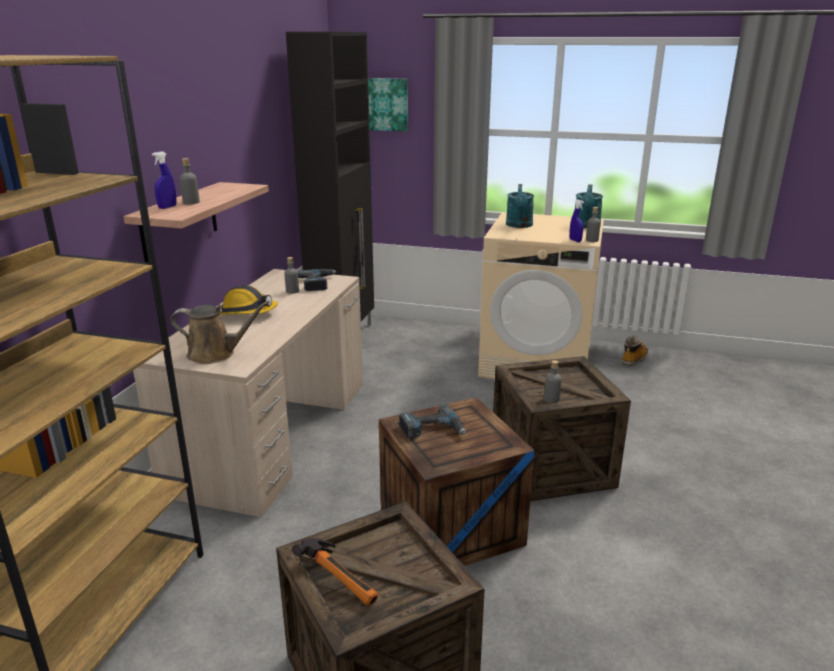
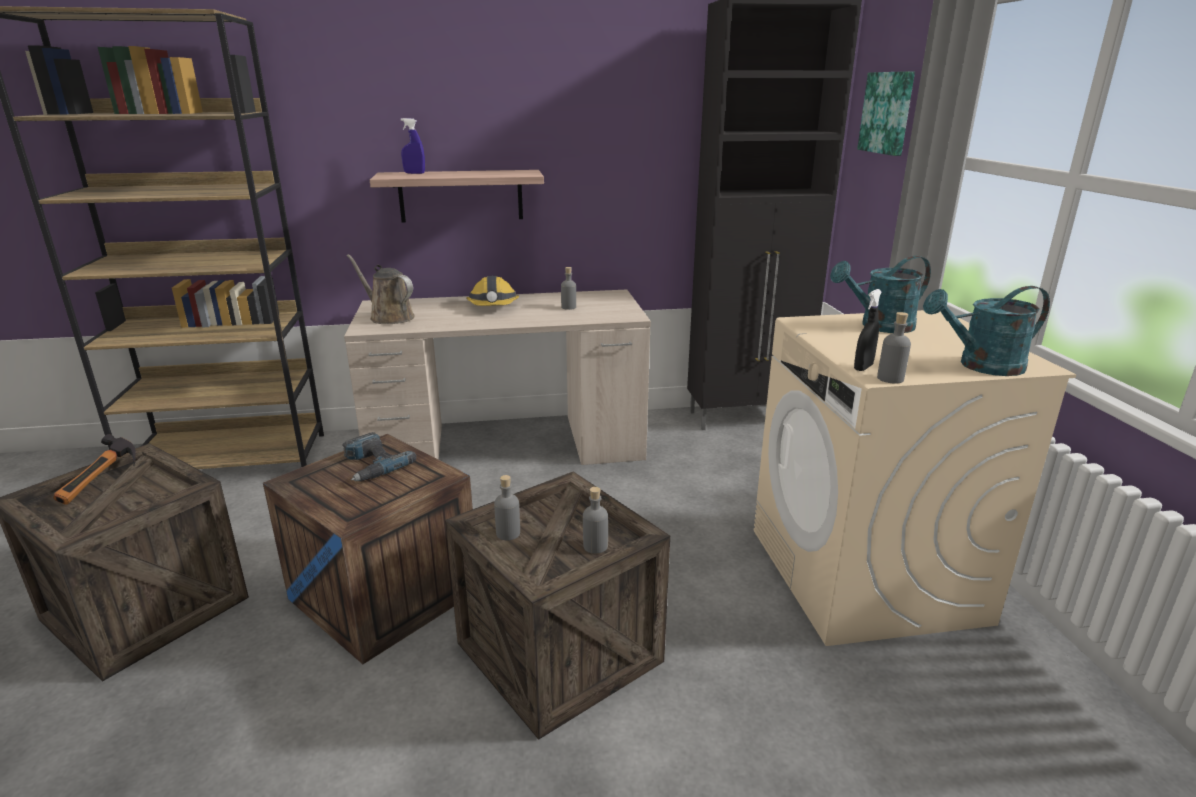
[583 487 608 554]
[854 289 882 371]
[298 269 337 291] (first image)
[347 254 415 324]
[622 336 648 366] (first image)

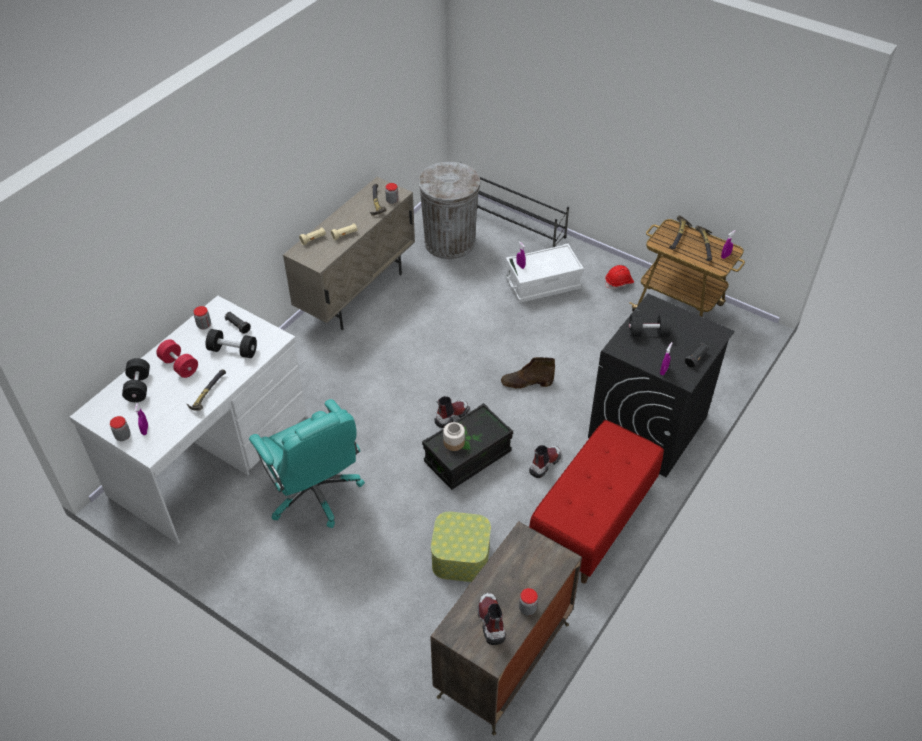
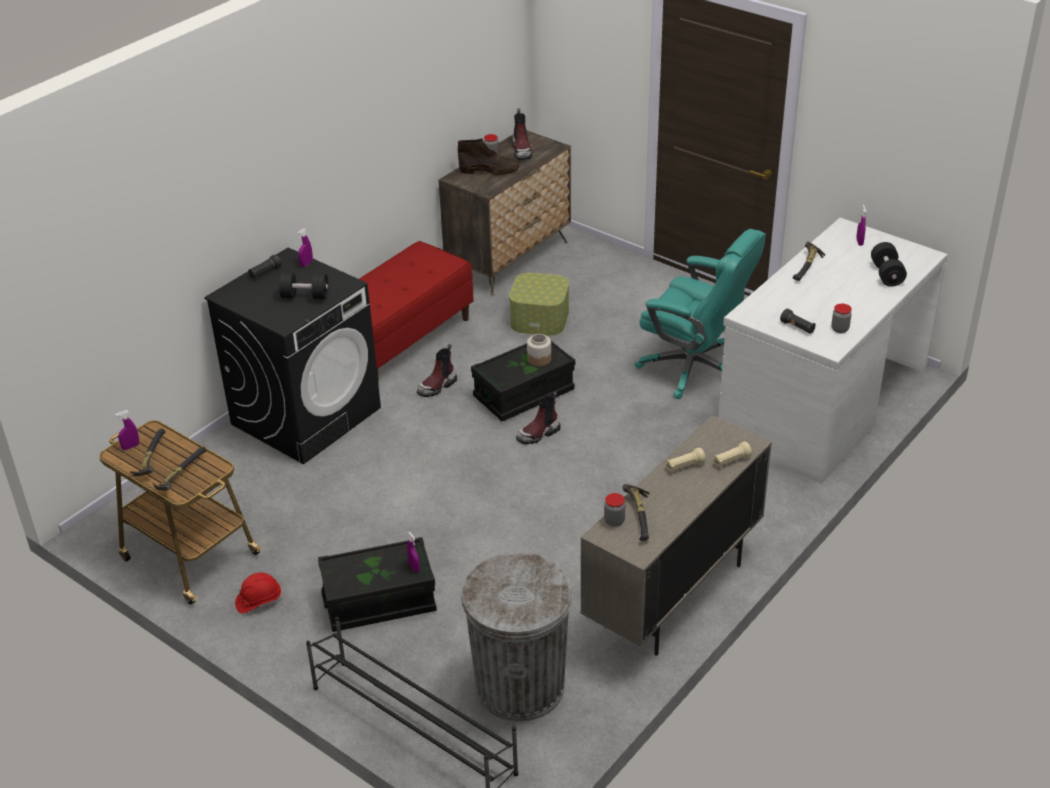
[318 537 437 632]
[206 329 257 358] (first image)
[156 339 198 378] (first image)
[458 138 519 175]
[635 229 766 399]
[110 416 131 441] (first image)

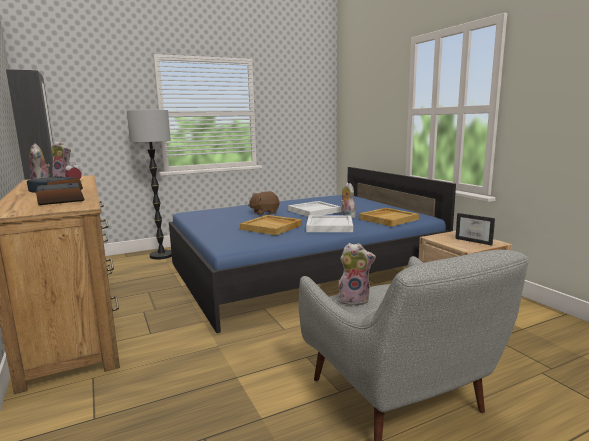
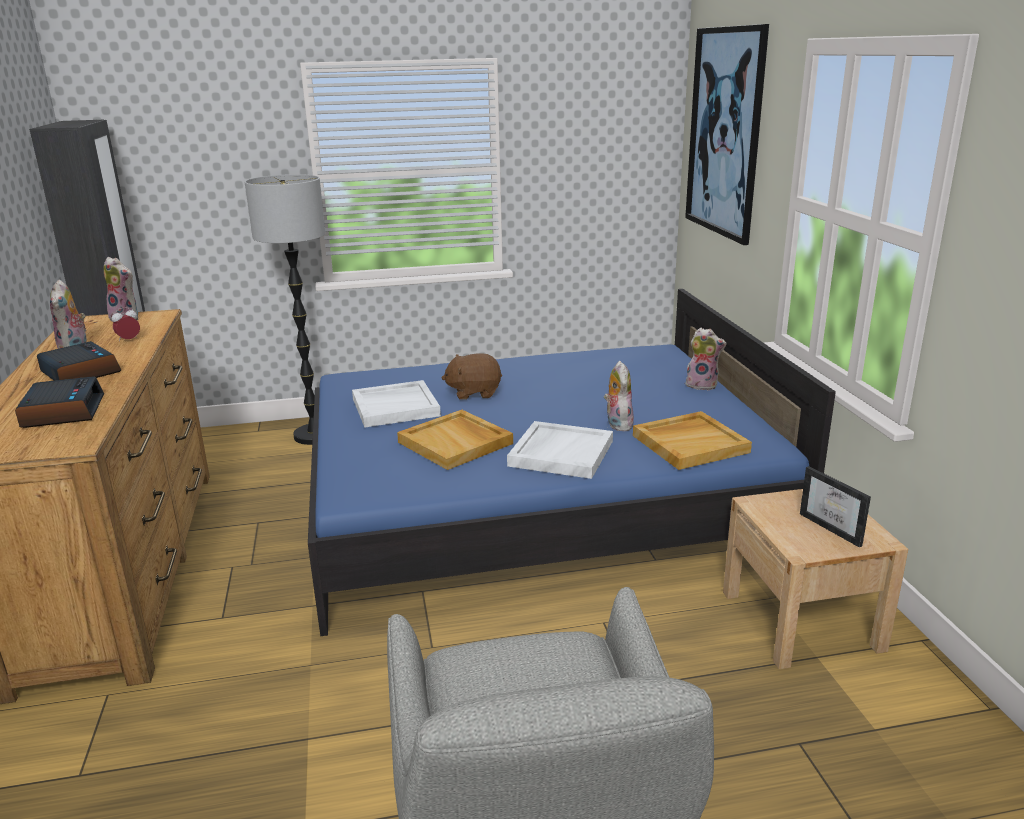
[352 380 441 428]
[685 328 726 390]
[685 24 769 245]

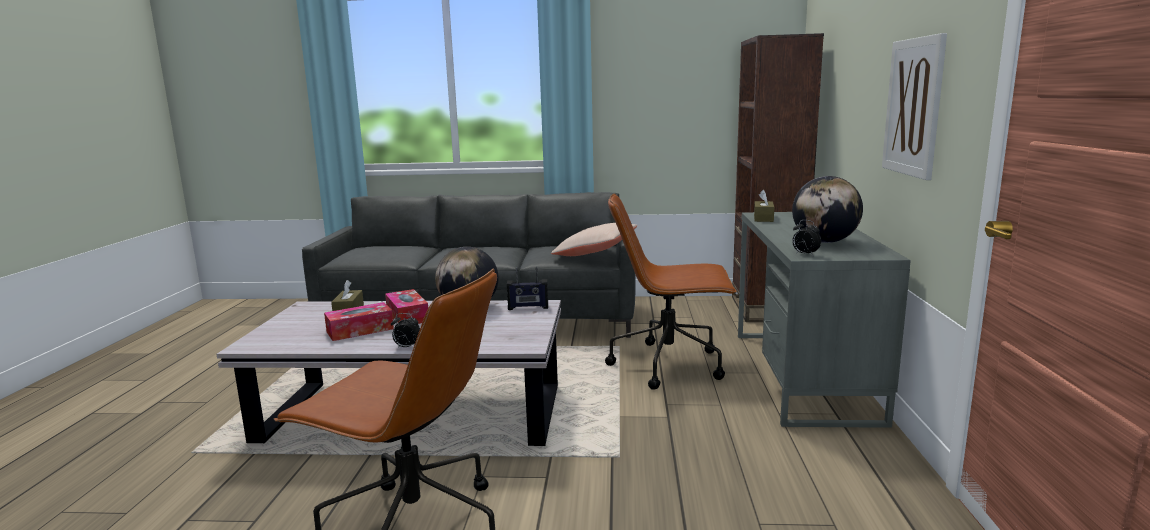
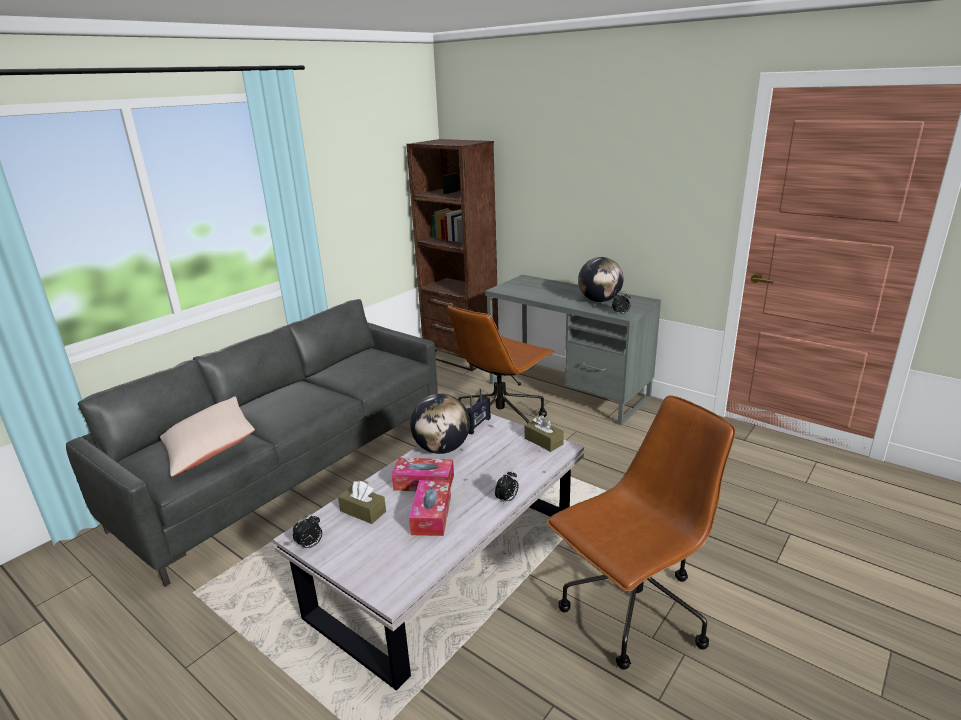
[882 33 947 180] (first image)
[525 415 564 452]
[160 396 255 477]
[293 514 322 550]

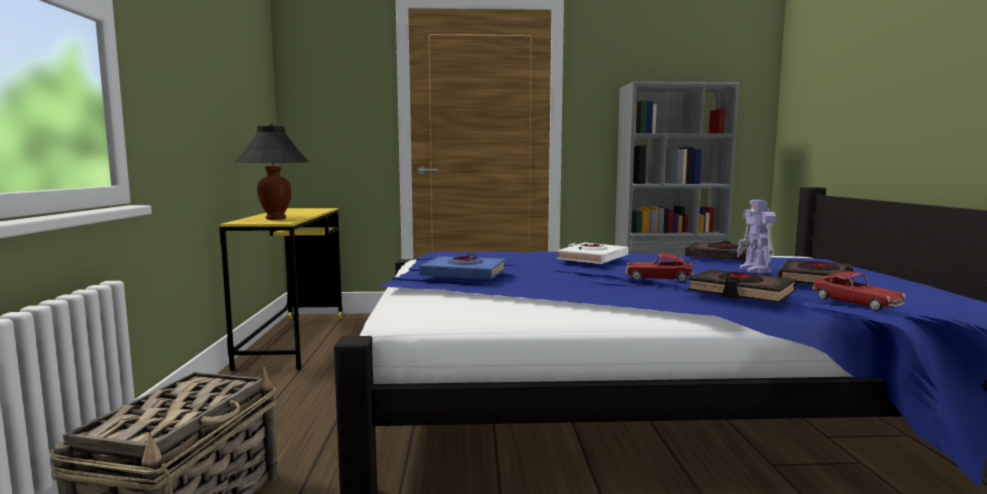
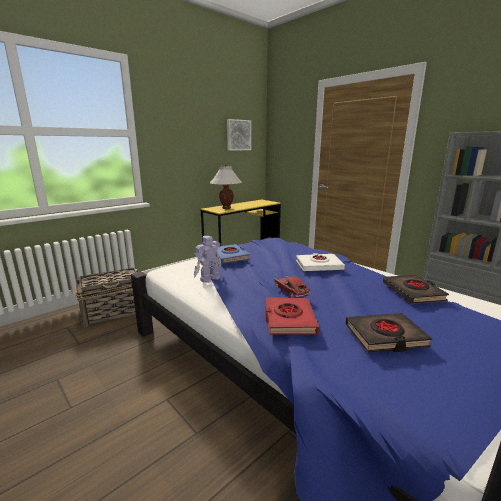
[210 164 242 209]
[194 236 222 283]
[266 298 319 335]
[812 272 906 311] (first image)
[227 119 251 151]

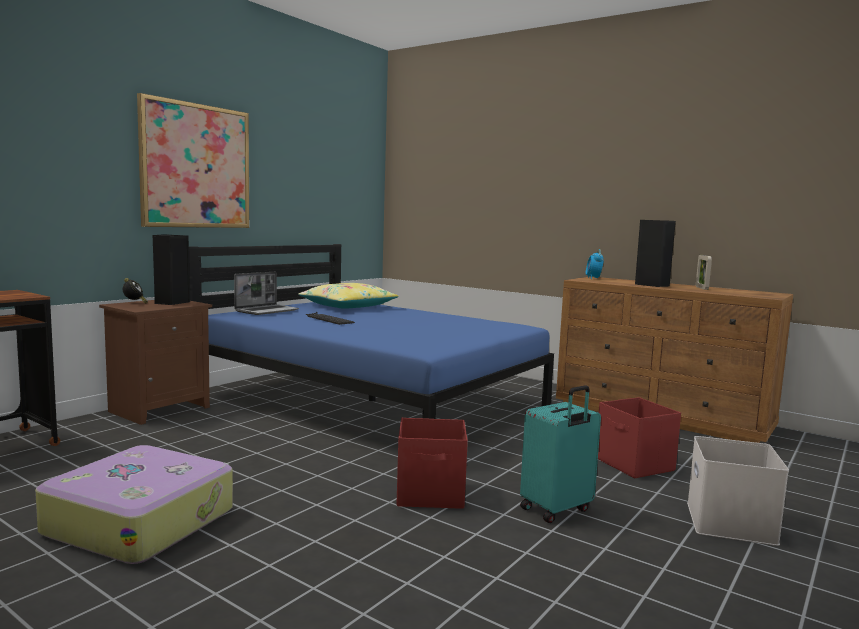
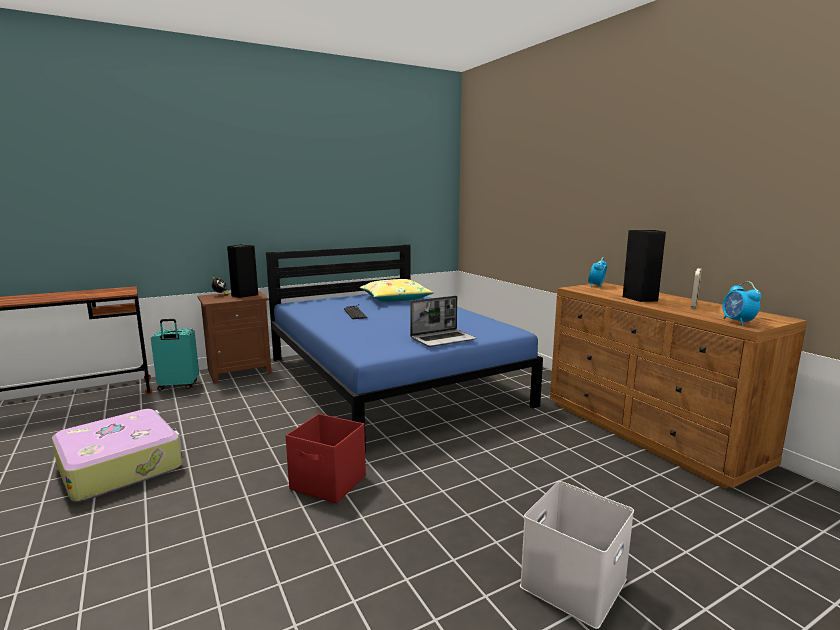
[137 93 249 228] (first image)
[410 296 476 347]
[151 319 199 391]
[598 397 681 478] (first image)
[722 281 761 325]

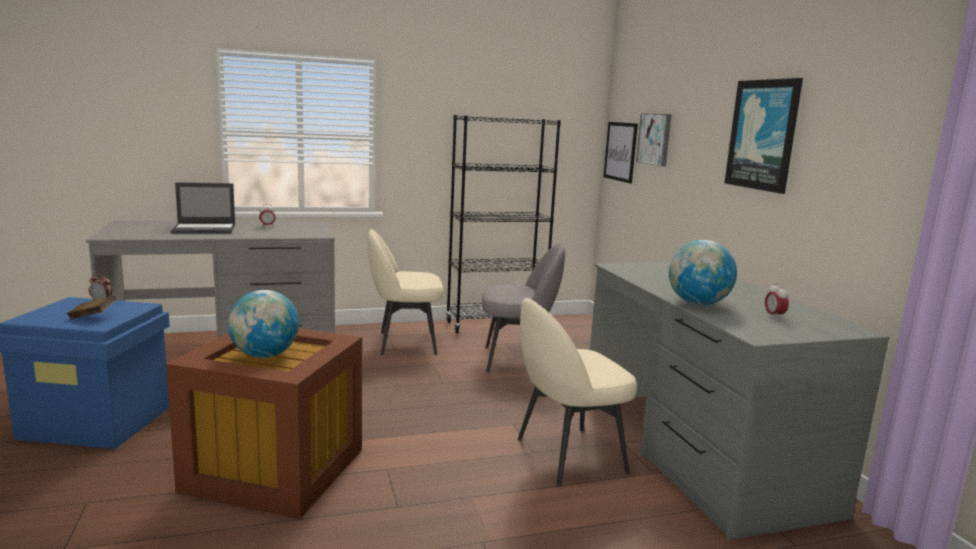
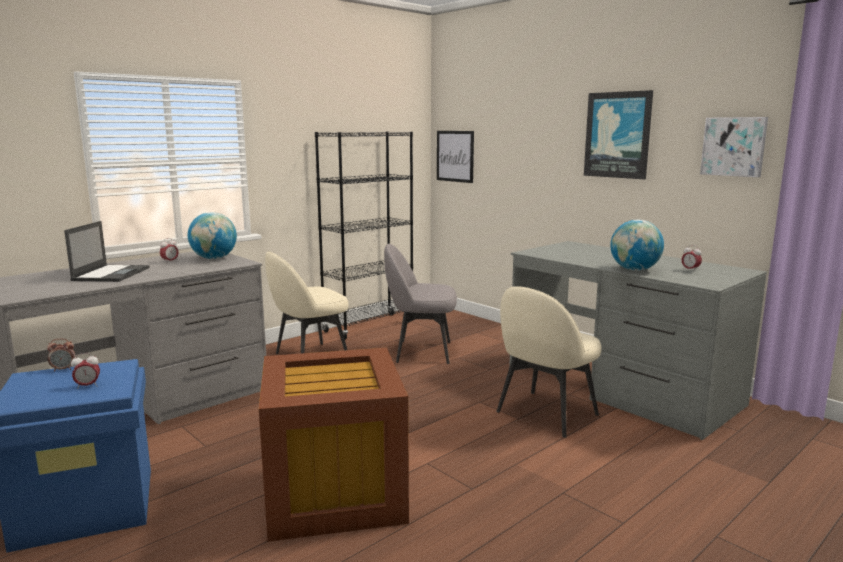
[700 117 768 177]
[64 221 149 282]
[384 244 457 364]
[188 212 237 259]
[71 353 100 389]

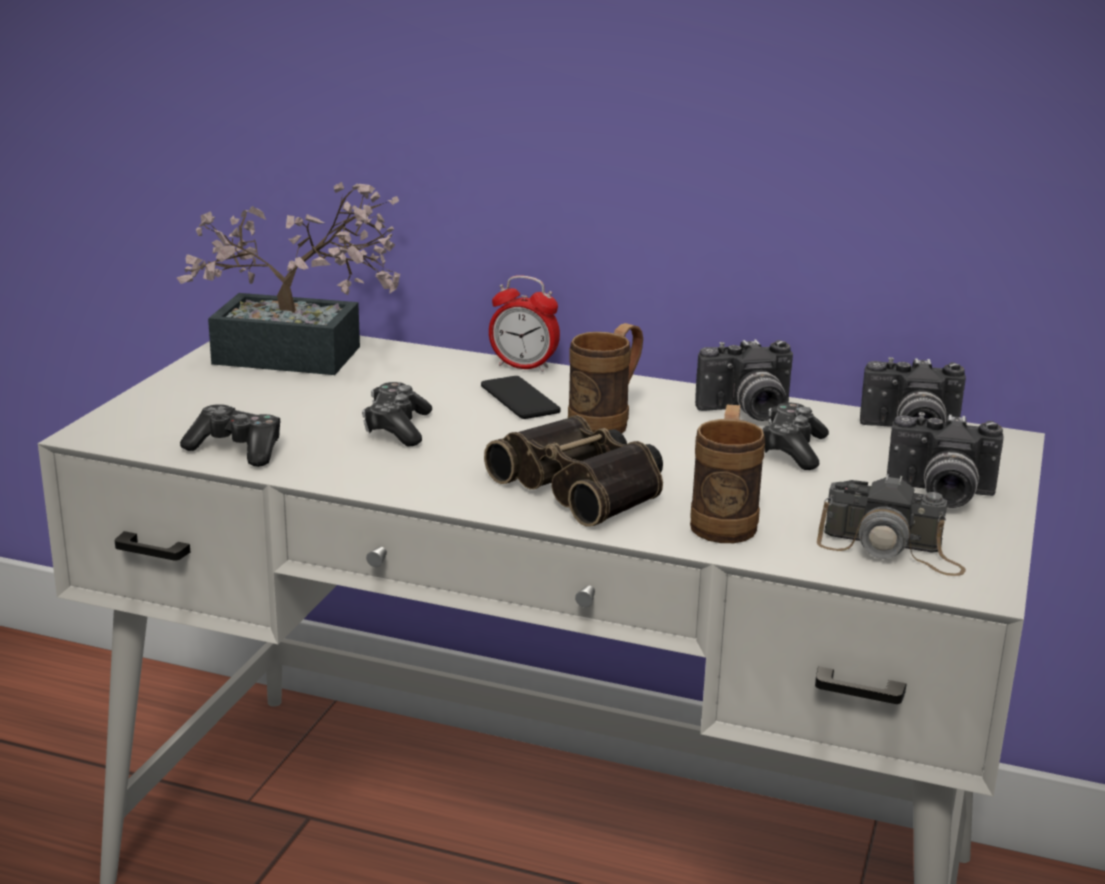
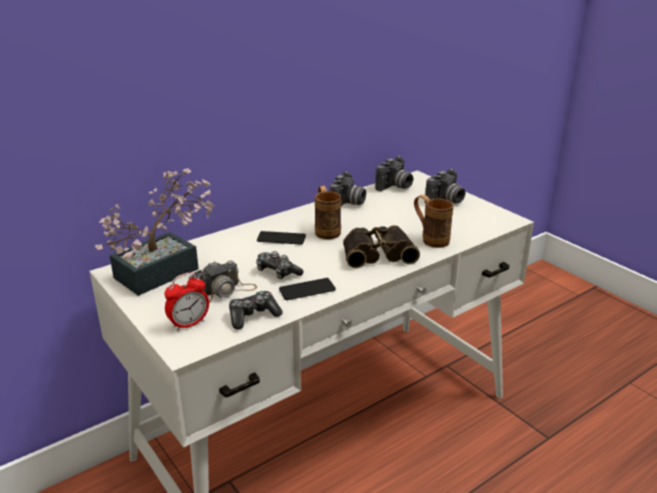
[164 273 209 331]
[761 403 829 470] (first image)
[189 261 257 303]
[279 278 336 300]

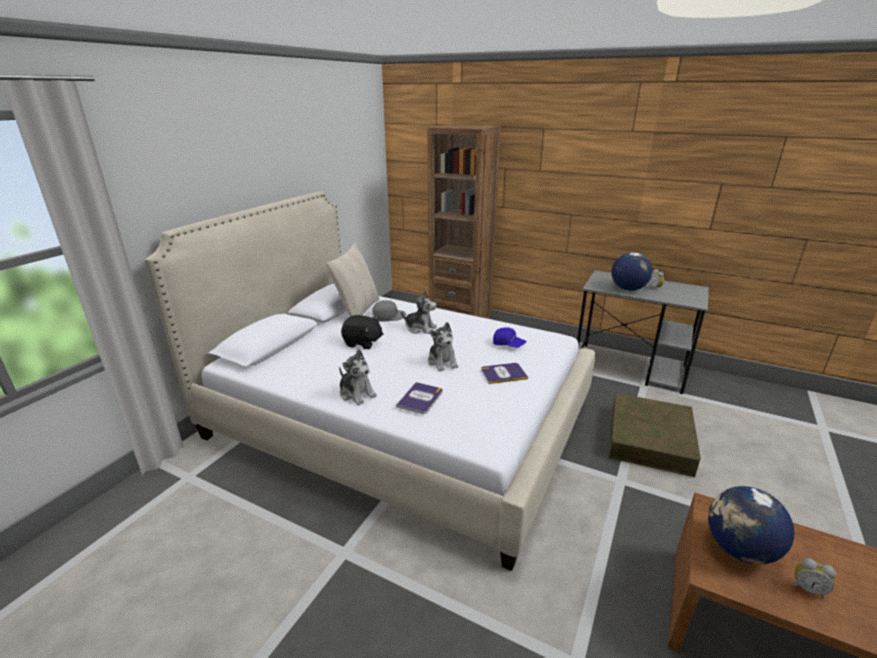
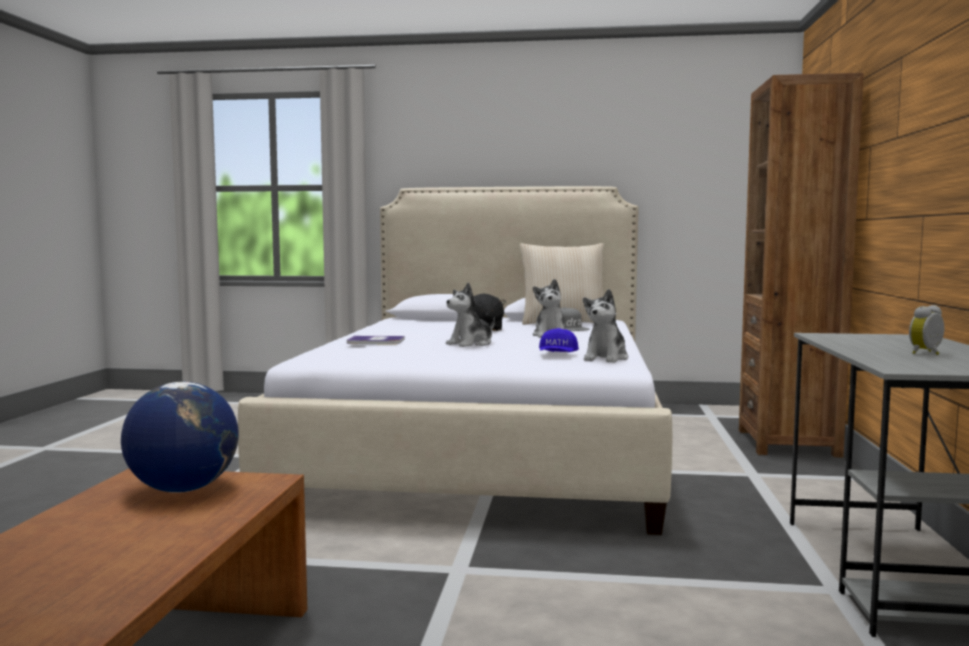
[611 252 652 291] (first image)
[583 289 628 363]
[481 363 528 384] (first image)
[609 393 701 477] (first image)
[793 558 836 599] (first image)

